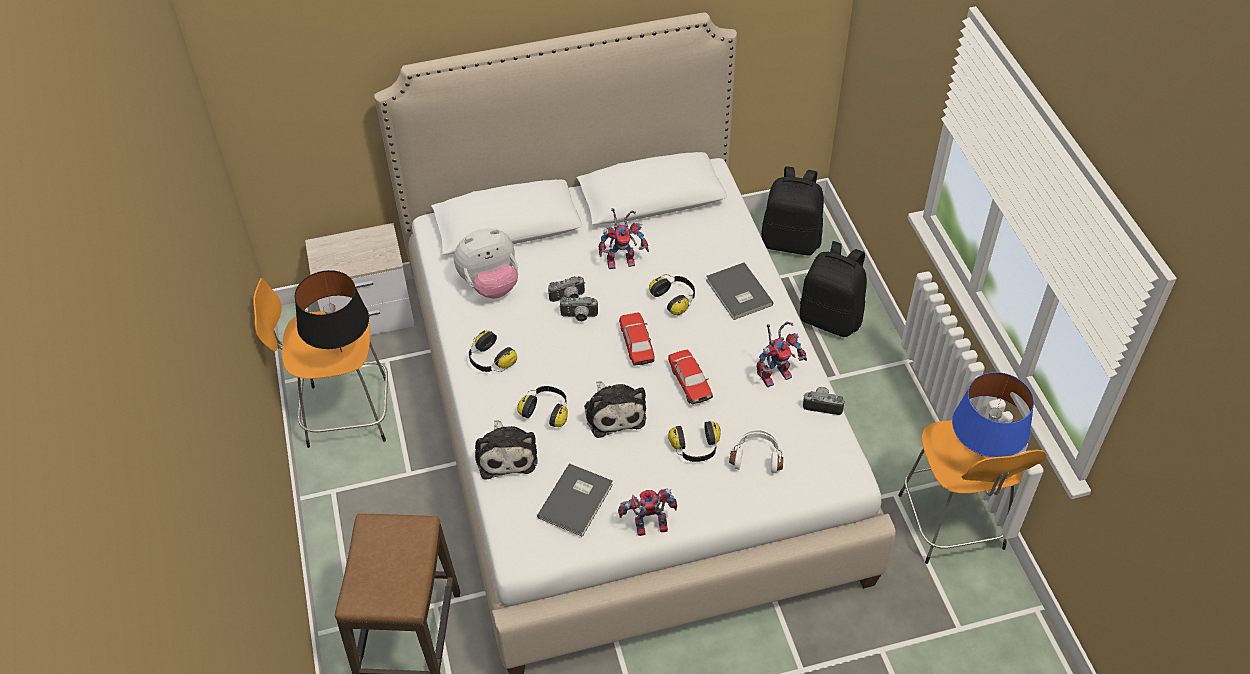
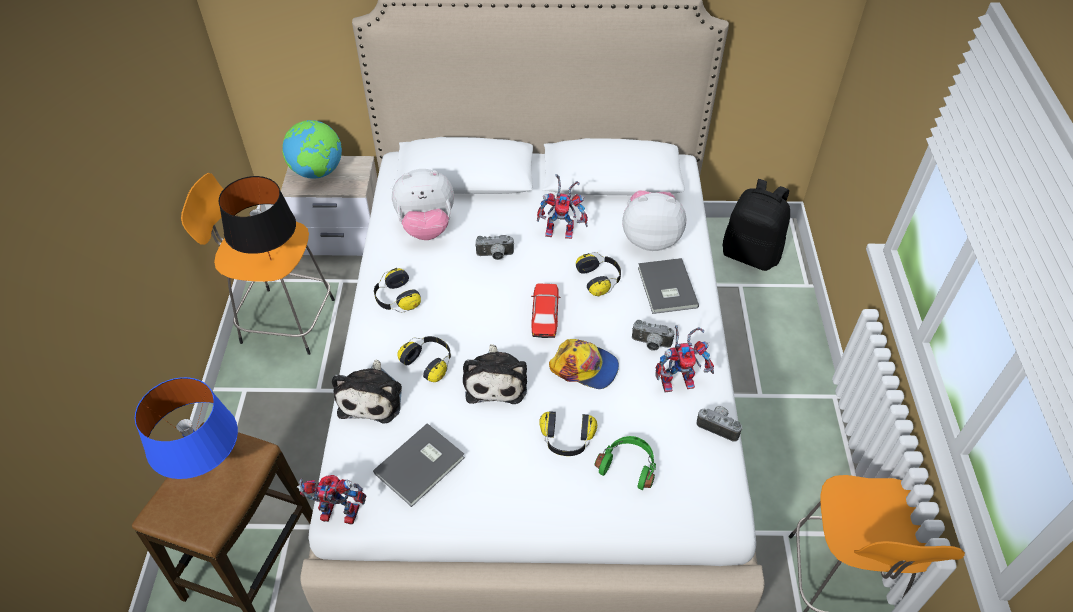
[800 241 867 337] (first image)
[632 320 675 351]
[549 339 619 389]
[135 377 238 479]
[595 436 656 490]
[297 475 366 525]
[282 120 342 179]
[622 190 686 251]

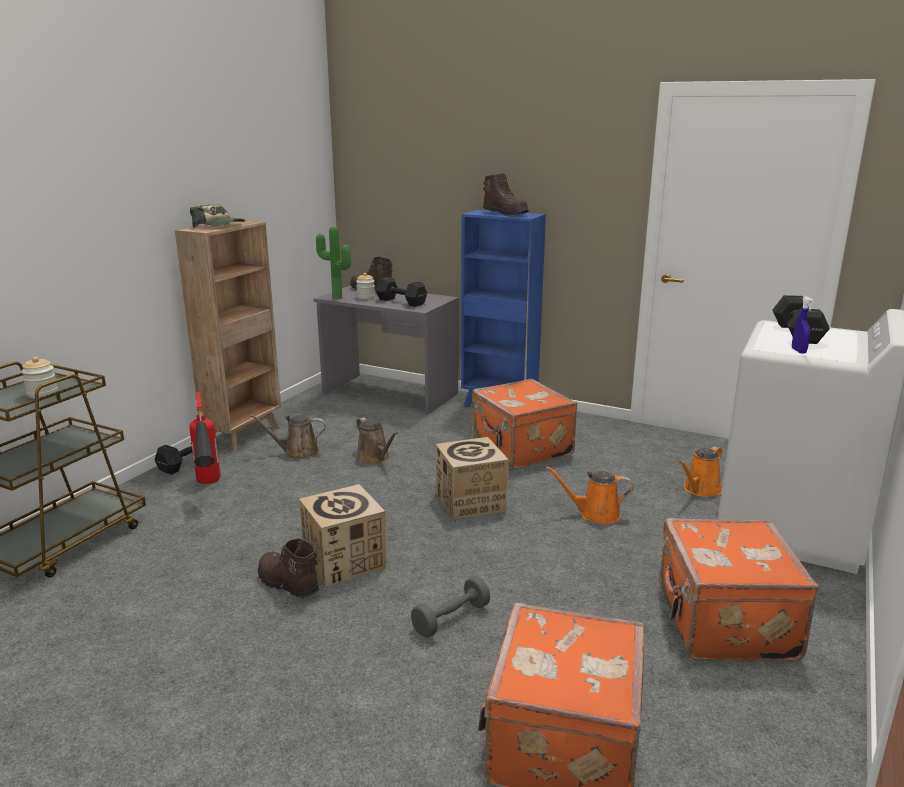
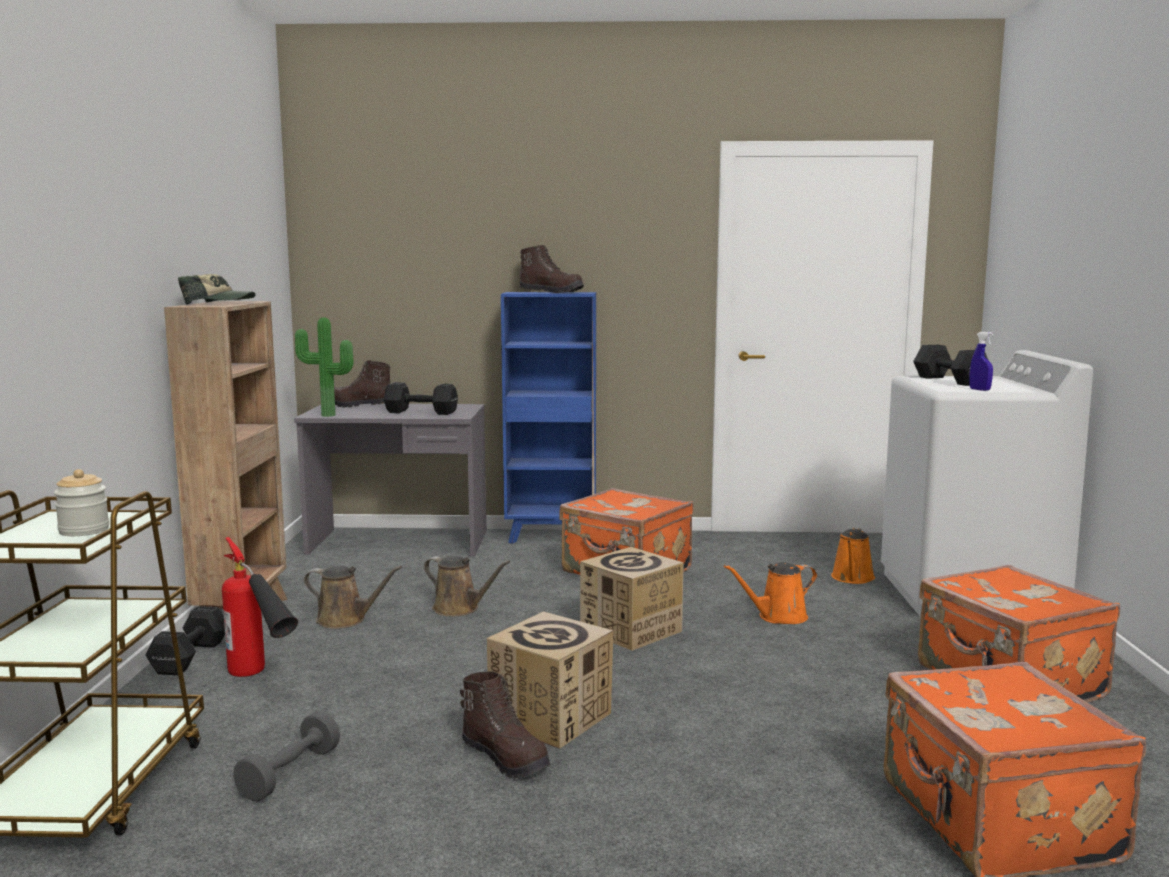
[356 273 375 299] (first image)
[304 566 402 629]
[460 671 550 778]
[233 711 340 801]

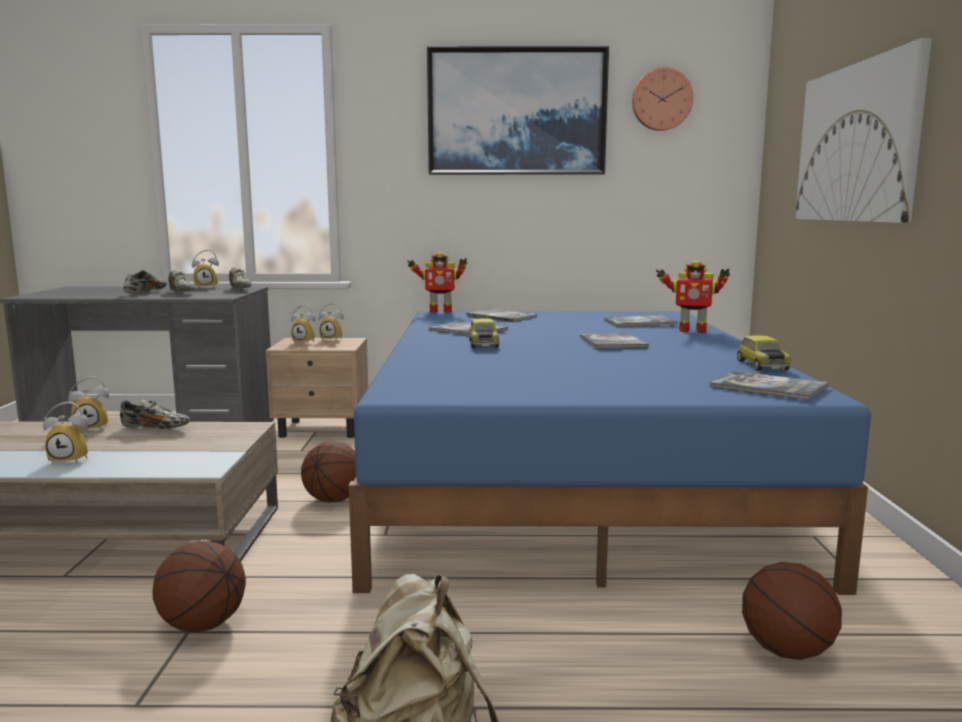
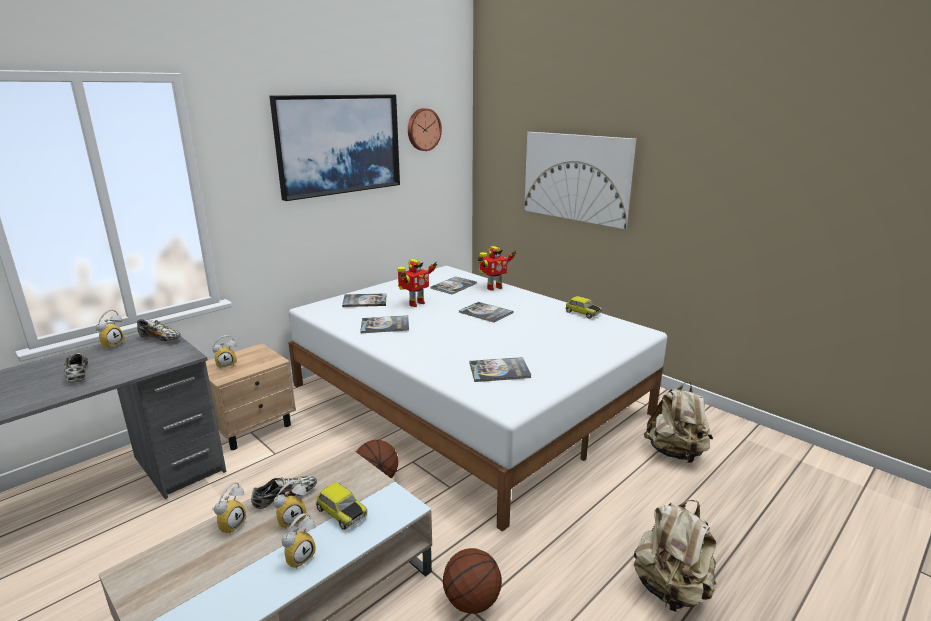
[397 259 437 307]
[168 270 195 293] (first image)
[274 480 307 529]
[288 266 667 532]
[315 483 368 530]
[469 357 531 382]
[644 382 713 463]

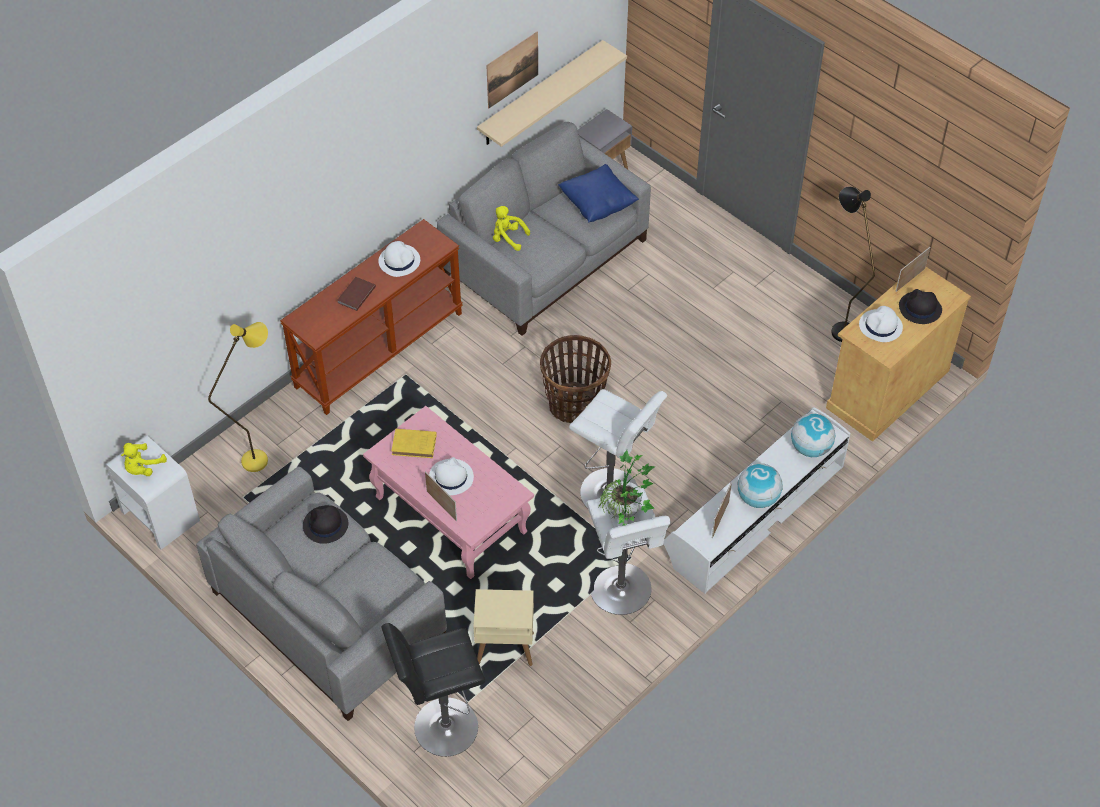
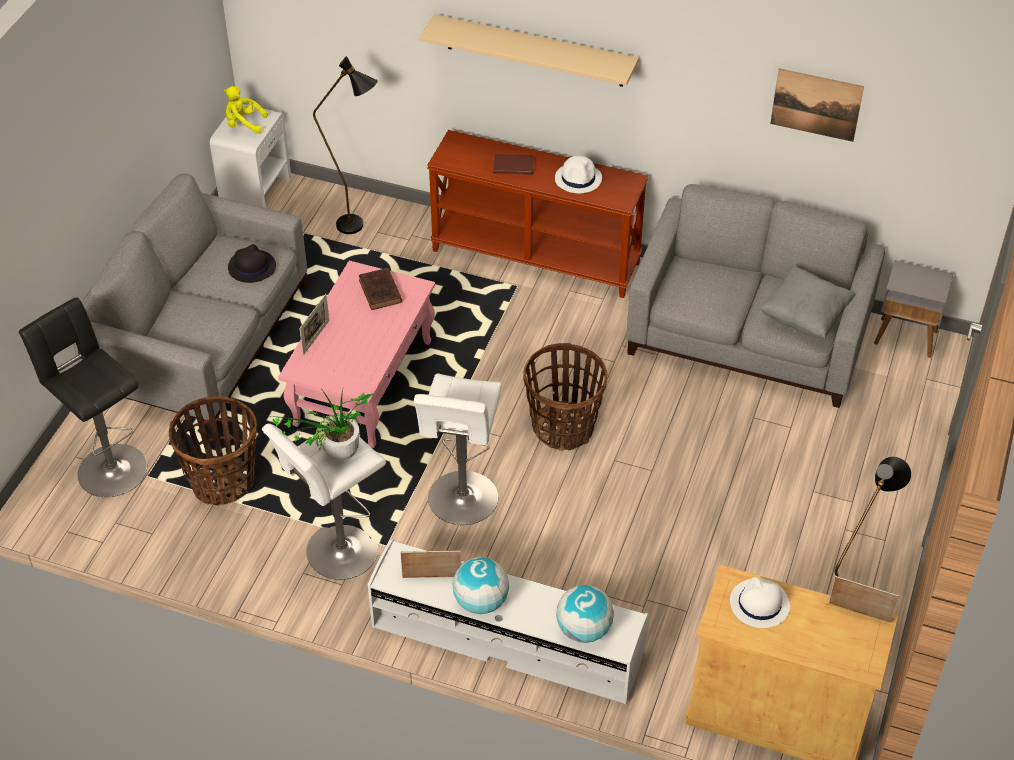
[419 14 639 87]
[758 265 856 338]
[493 206 530 251] (first image)
[899 289 942 324] (first image)
[313 56 378 234]
[359 268 402 310]
[429 457 474 495] (first image)
[169 396 257 506]

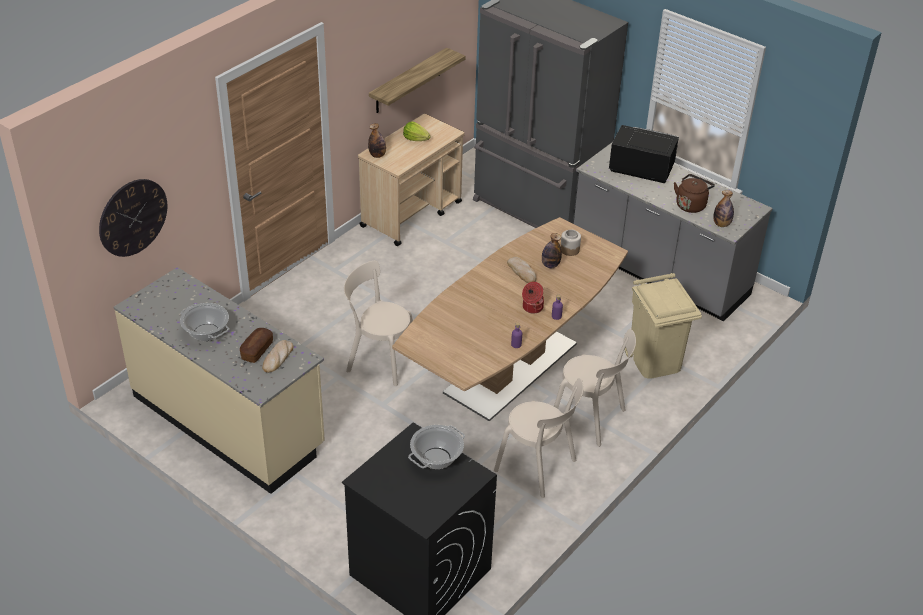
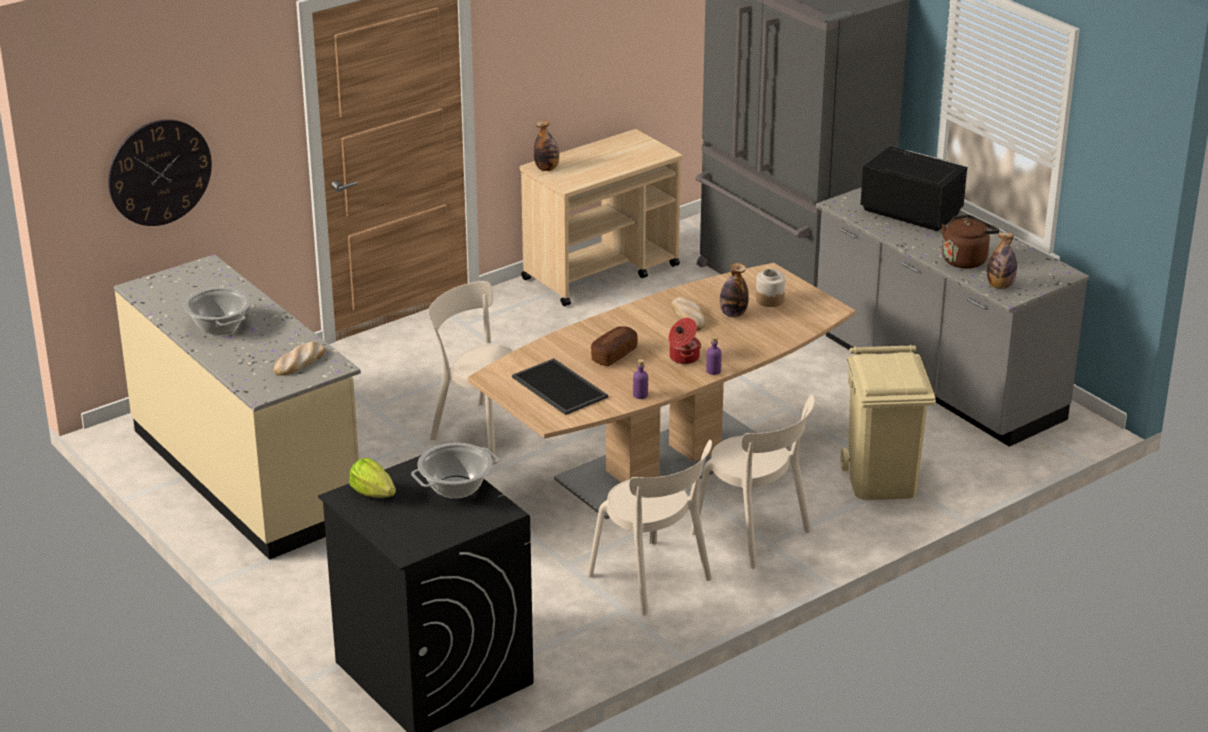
[369 48 466 113] (first image)
[349 458 396 498]
[591 326 638 366]
[512 358 608 415]

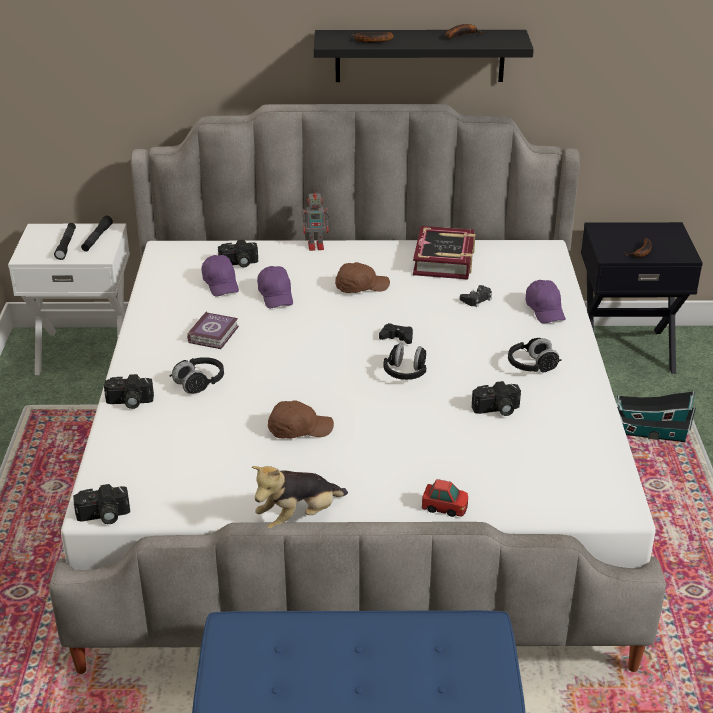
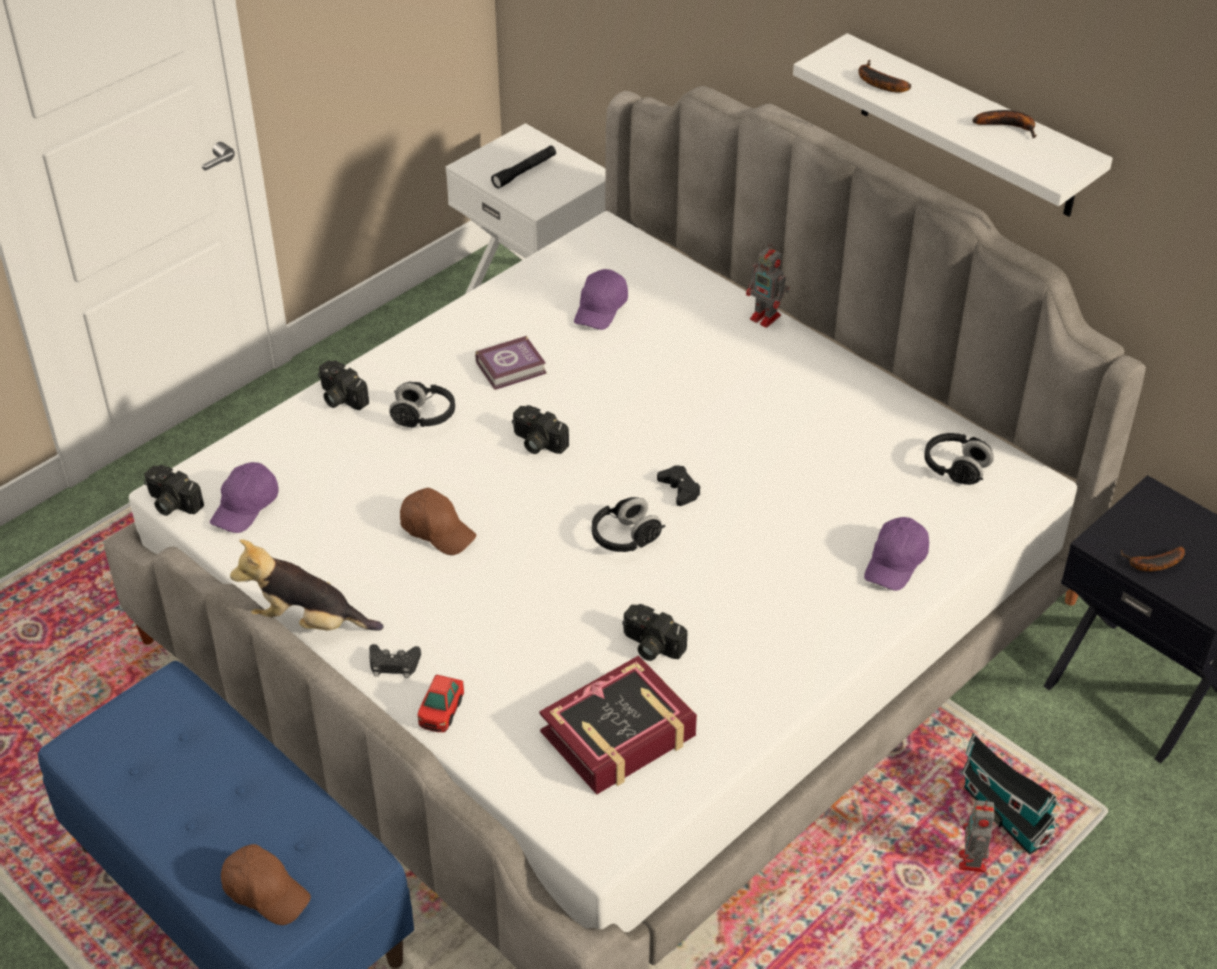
[793 33 1113 217]
[81 216 113 251] (first image)
[539 655 697 795]
[512 405 569 454]
[221 844 311 925]
[210 462 279 533]
[369 644 421 678]
[924 433 994 485]
[418 675 464 732]
[959 800 994 872]

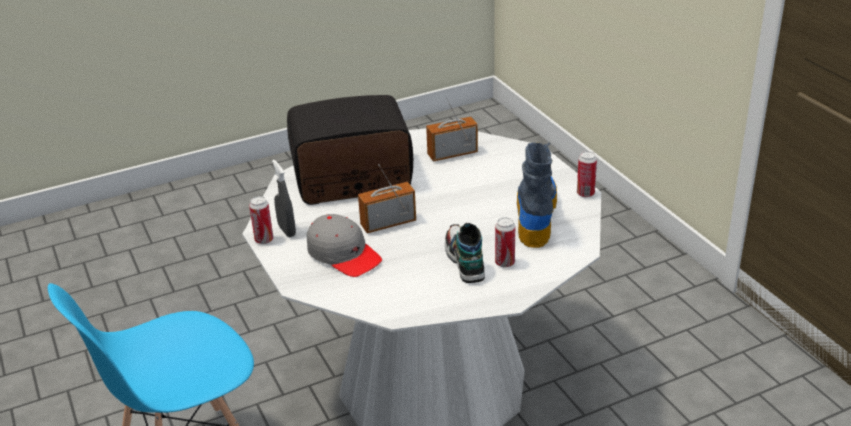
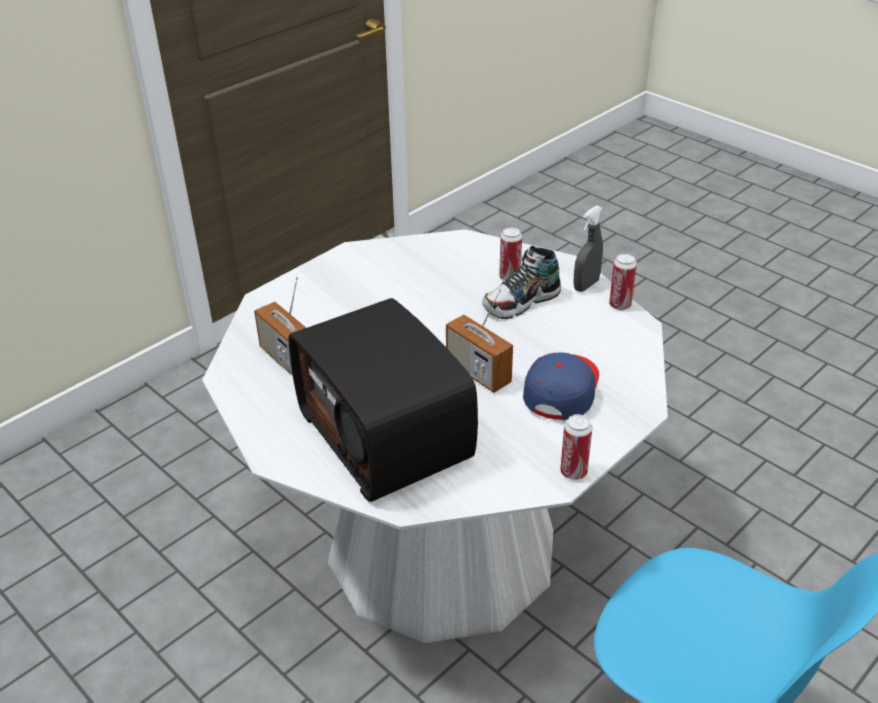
[517 142 557 248] (first image)
[609 253 637 310]
[573 205 603 292]
[523 352 599 420]

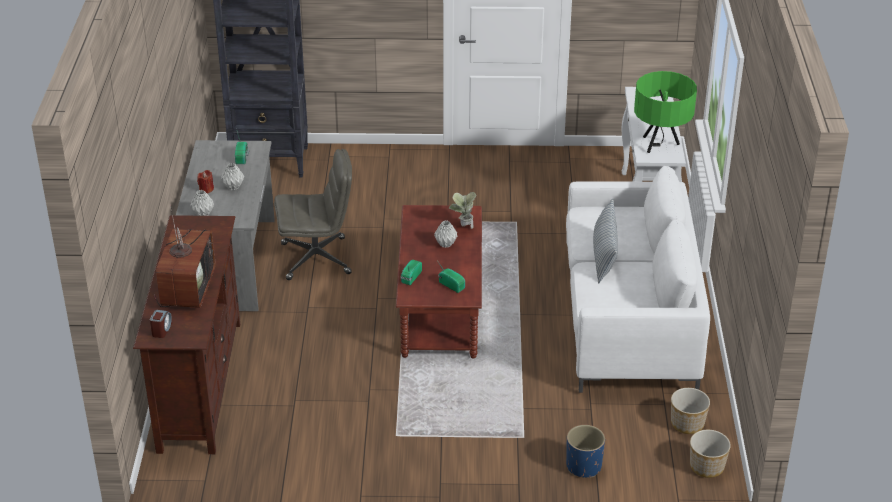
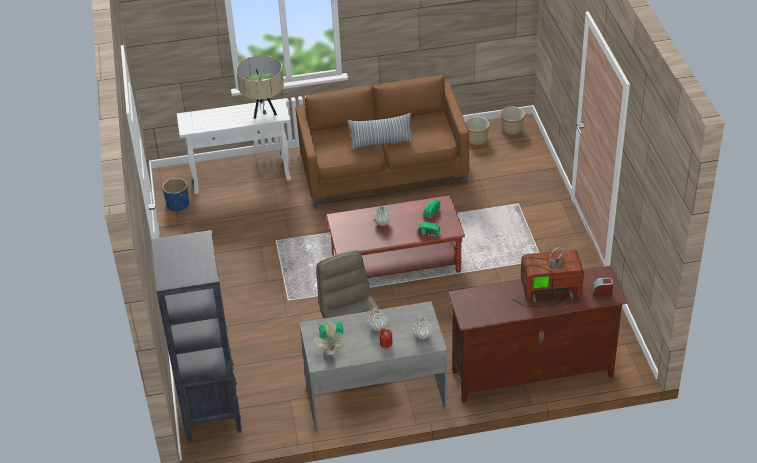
[236 55 284 119]
[296 74 469 209]
[314 322 345 356]
[162 178 189 211]

